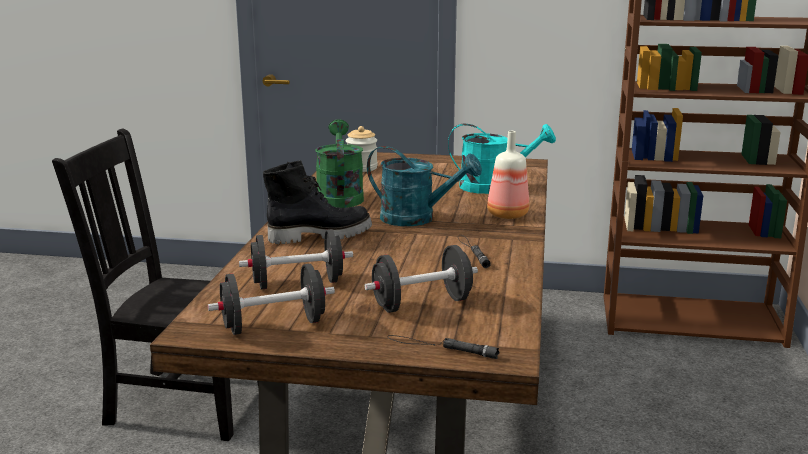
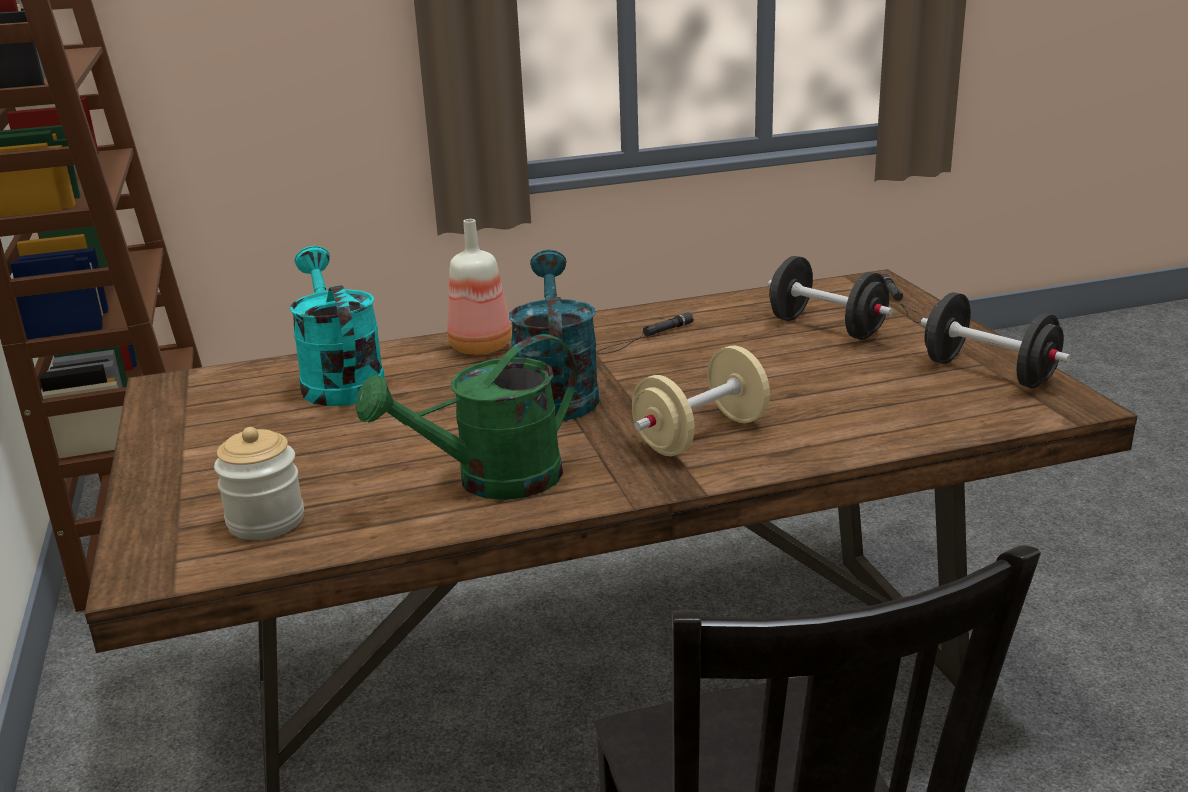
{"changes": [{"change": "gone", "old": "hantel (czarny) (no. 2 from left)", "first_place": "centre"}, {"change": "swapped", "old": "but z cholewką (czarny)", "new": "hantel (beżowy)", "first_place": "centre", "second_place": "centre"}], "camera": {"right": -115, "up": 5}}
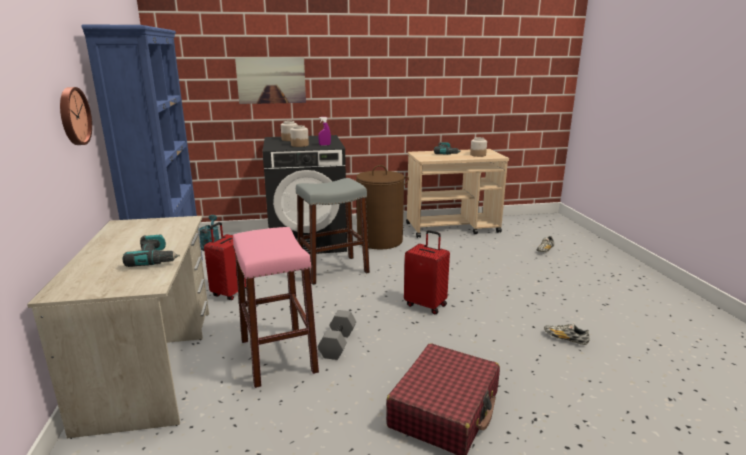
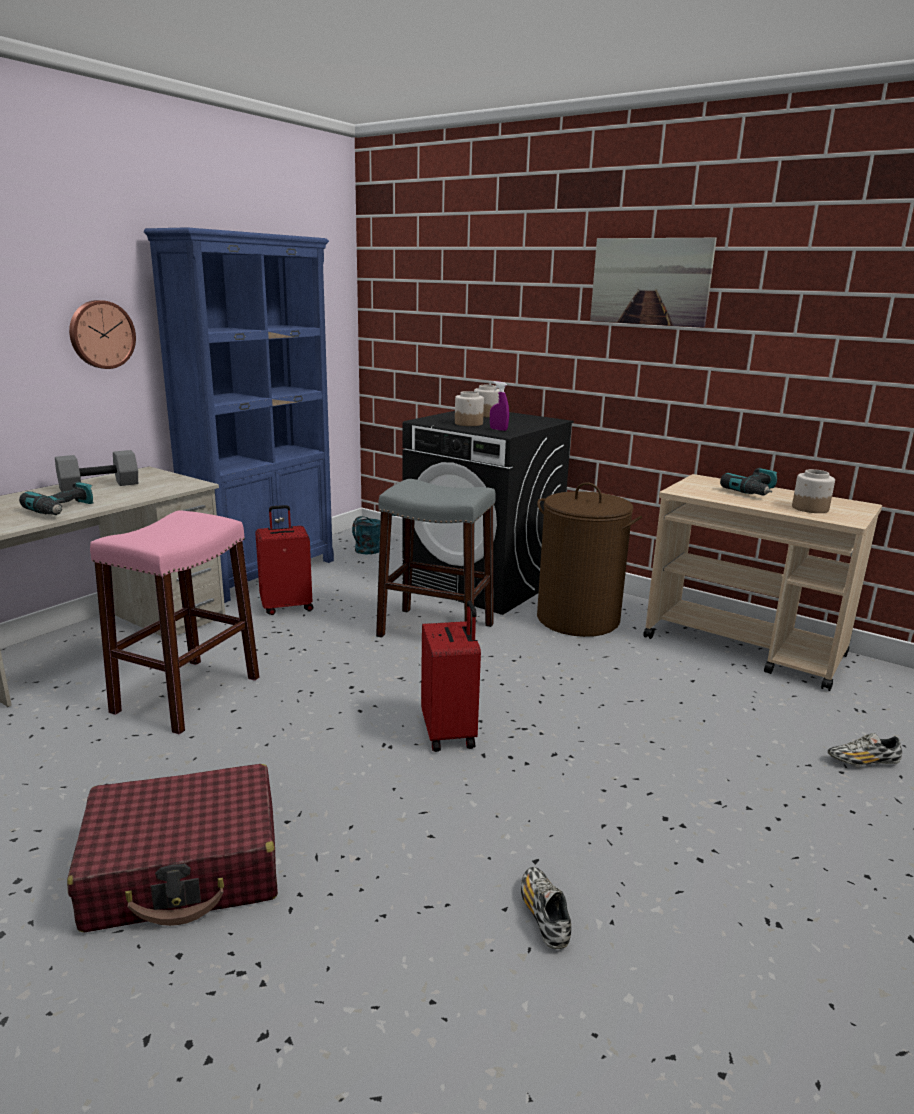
{"changes": [{"change": "shifted", "old": "obraz", "first_place": "top centre", "second_place": "top right"}, {"change": "shifted", "old": "hantel (szary)", "first_place": "bottom centre", "second_place": "middle left"}], "camera": {"right": 45, "up": 0}}
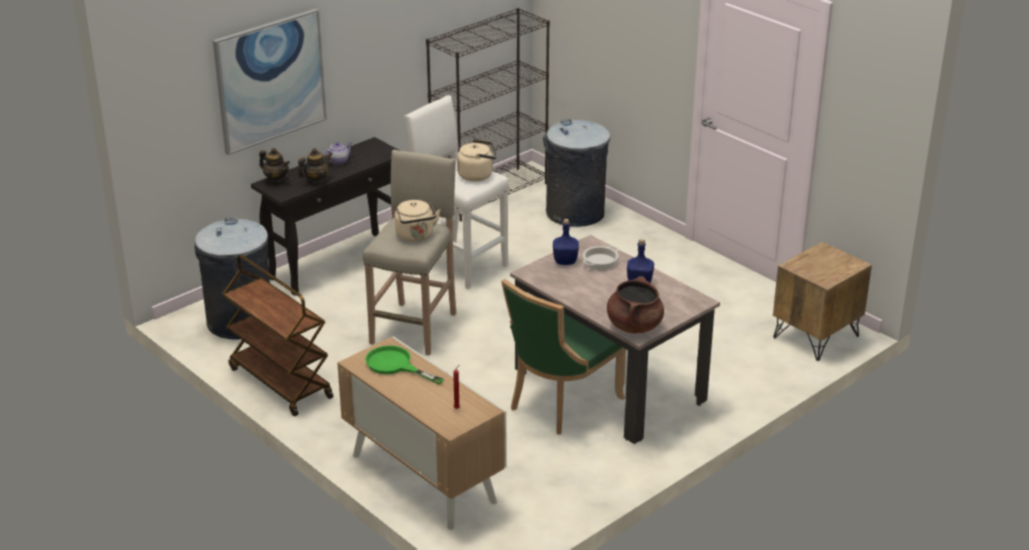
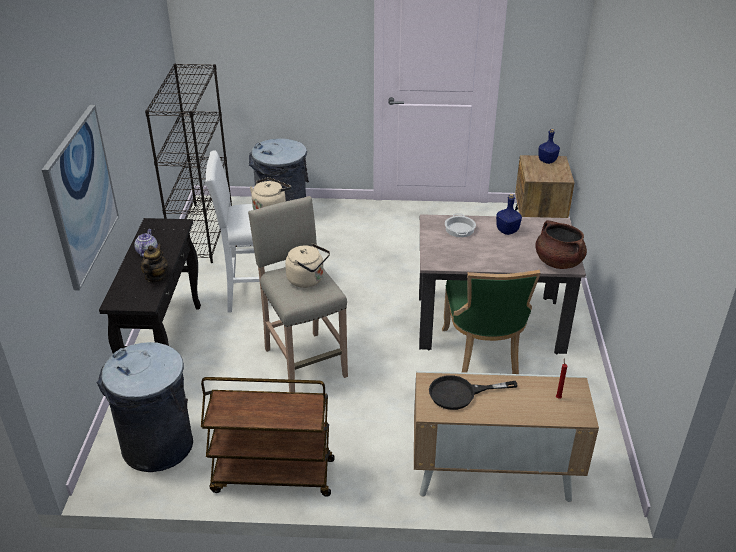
{"changes": [{"change": "gone", "old": "imbryk (no. 1 from left)", "first_place": "top left"}, {"change": "shifted", "old": "butelka (niebieski) (no. 1 from left in the first image)", "new": "butelka (niebieski) (no. 2 from left)", "first_place": "centre", "second_place": "top right"}, {"change": "repainted", "old": "patelnia (zielony)", "new": "patelnia (czarny)", "first_place": "centre", "second_place": "bottom centre"}], "camera": {"right": -45, "up": 5}}
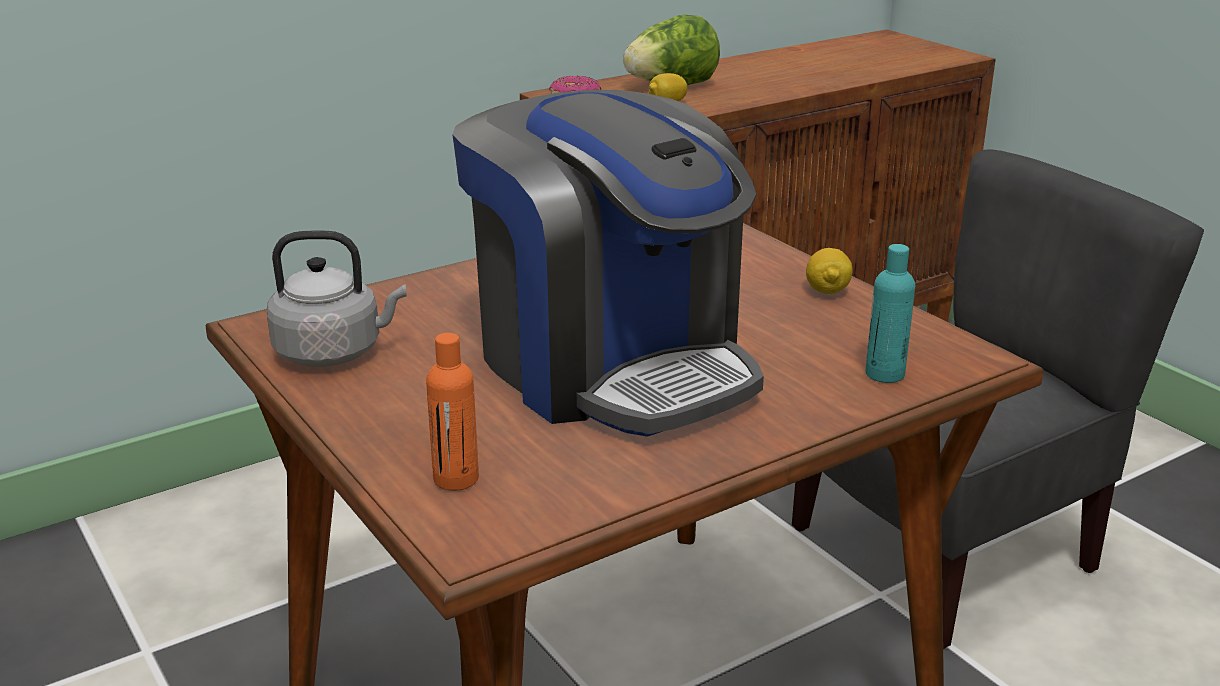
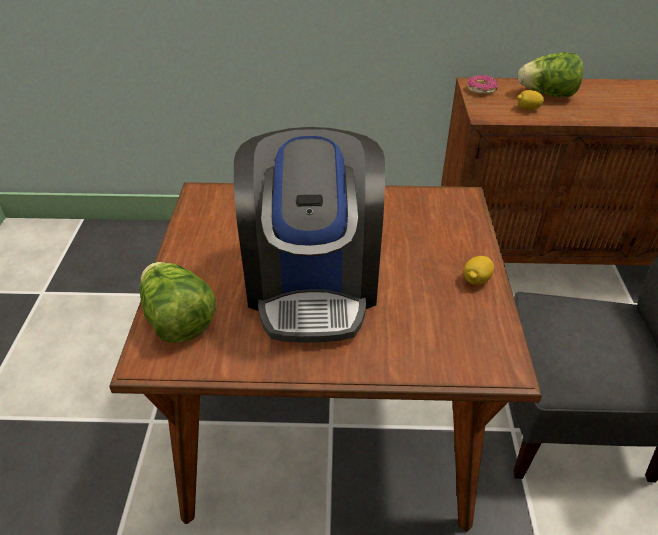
{"changes": [{"change": "gone", "old": "czajnik (szary)", "first_place": "middle left"}, {"change": "gone", "old": "butelka (turkusowy)", "first_place": "middle right"}, {"change": "swapped", "old": "butelka (pomarańczowy)", "new": "sałata (no. 1 from left)", "first_place": "centre", "second_place": "middle left"}], "camera": {"right": 35, "up": 15}}
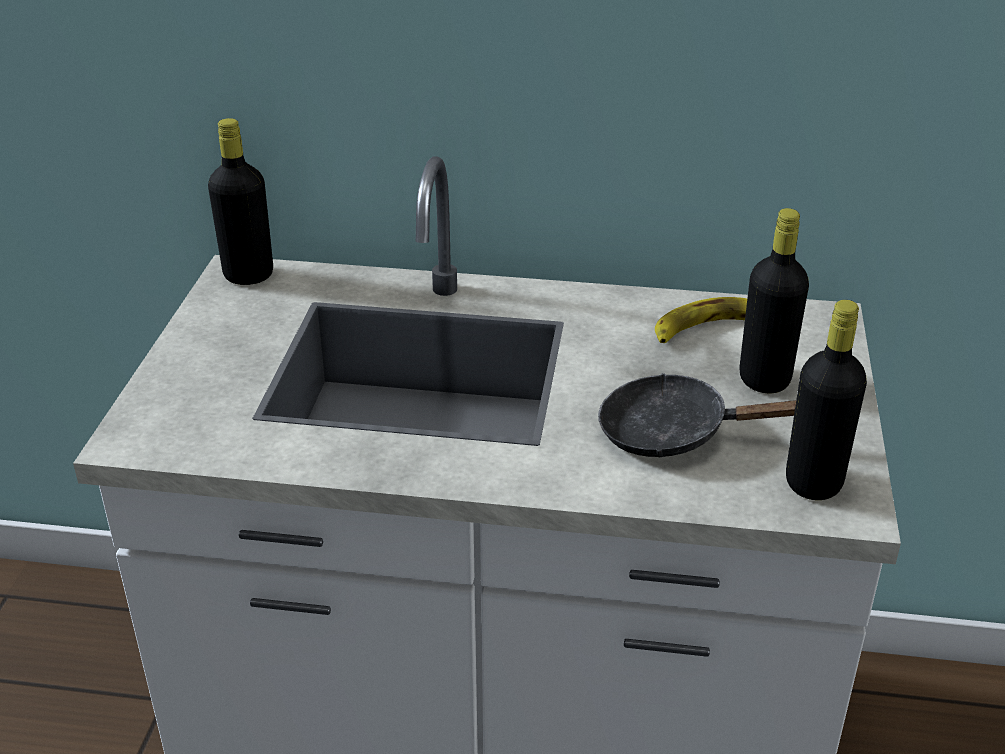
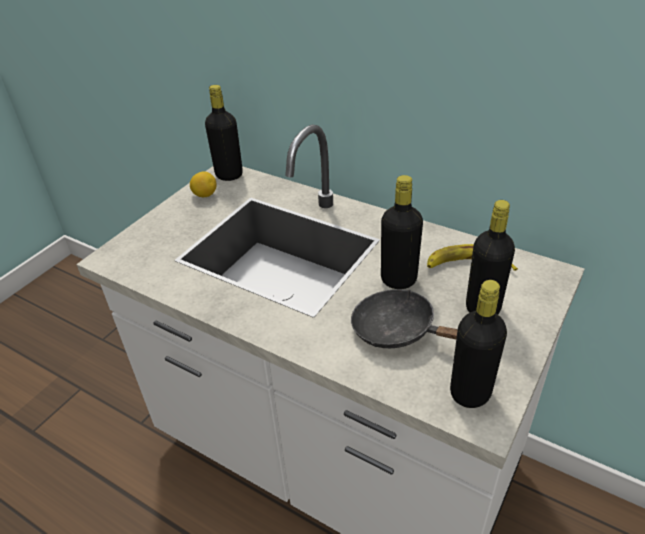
{"changes": [{"change": "new", "new": "cytryna", "second_place": "middle left"}, {"change": "new", "new": "butelka (czarny) (no. 2 from left)", "second_place": "centre"}], "camera": {"right": 25, "up": 5}}
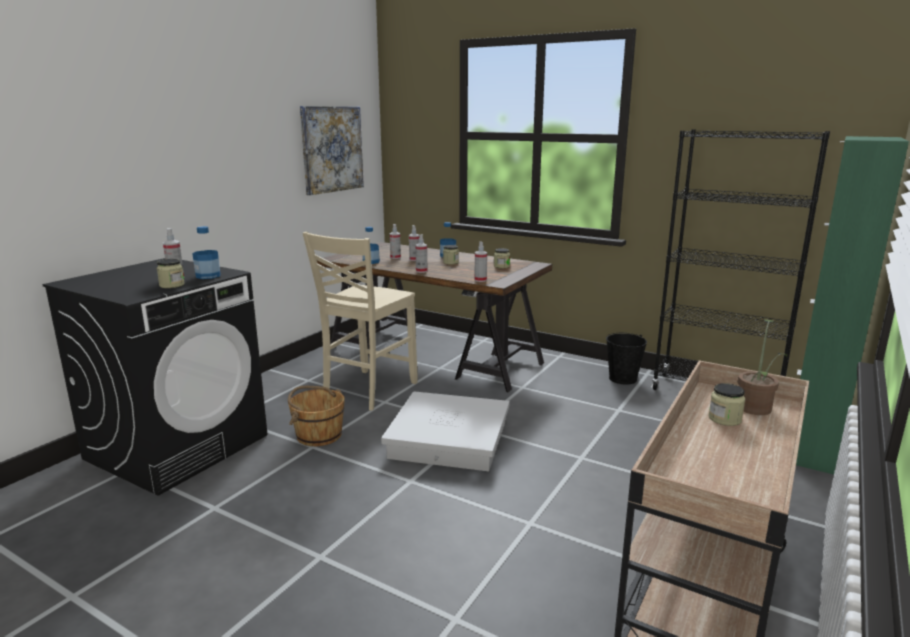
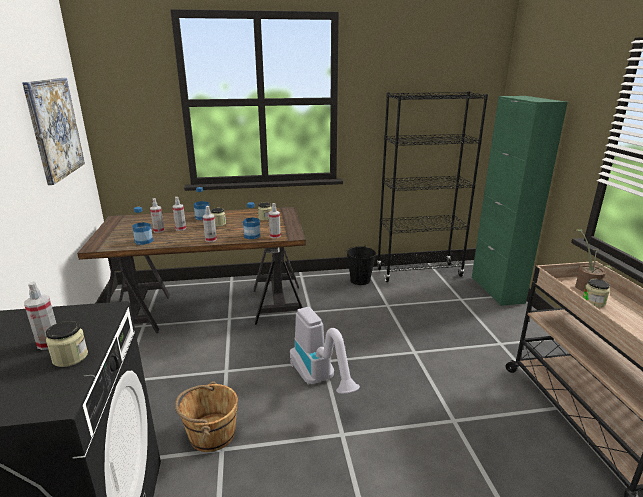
{"changes": [{"change": "gone", "old": "krzesło (beżowy)", "first_place": "centre"}, {"change": "shifted", "old": "butelka (no. 1 from left in the first image)", "new": "butelka (no. 3 from left)", "first_place": "middle left", "second_place": "centre"}, {"change": "swapped", "old": "pojemnik do przechowywania (biały)", "new": "odkurzacz", "first_place": "bottom centre", "second_place": "bottom centre"}], "camera": {"right": -40, "up": 5}}
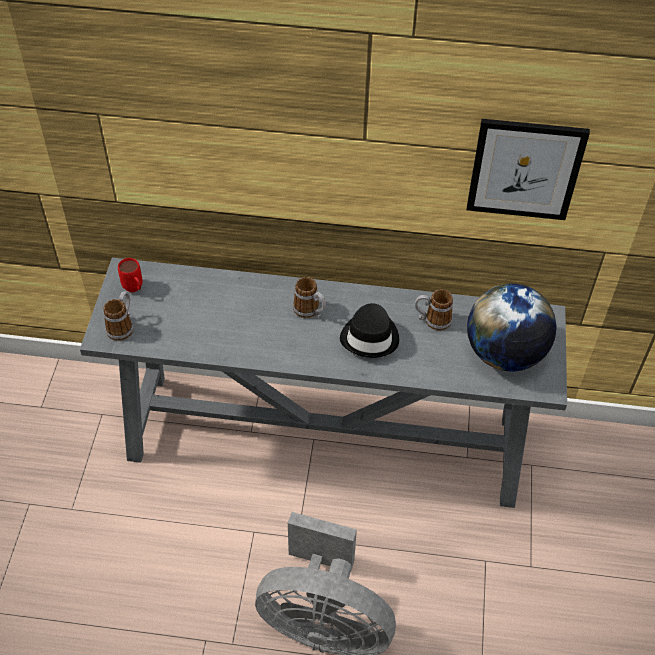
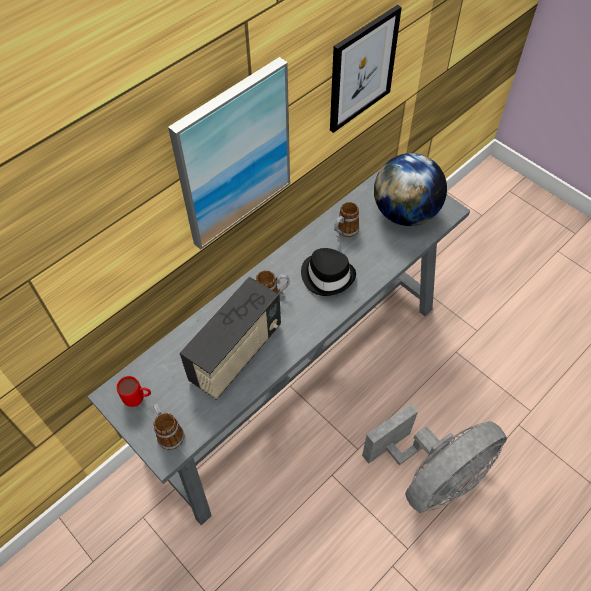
{"changes": [{"change": "new", "new": "obraz (no. 1 from left)", "second_place": "top centre"}, {"change": "new", "new": "radio", "second_place": "centre"}], "camera": {"right": -50, "up": 5}}
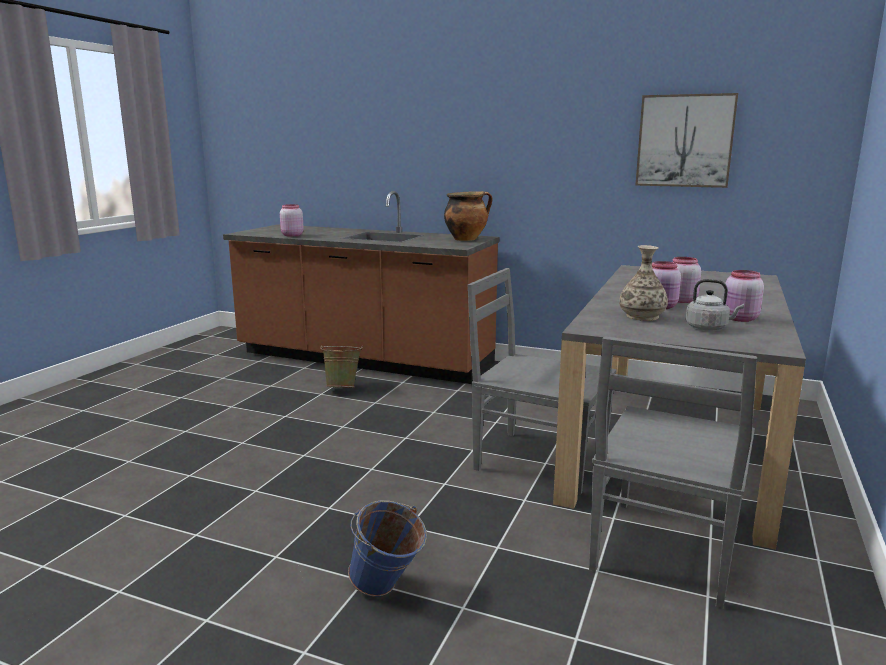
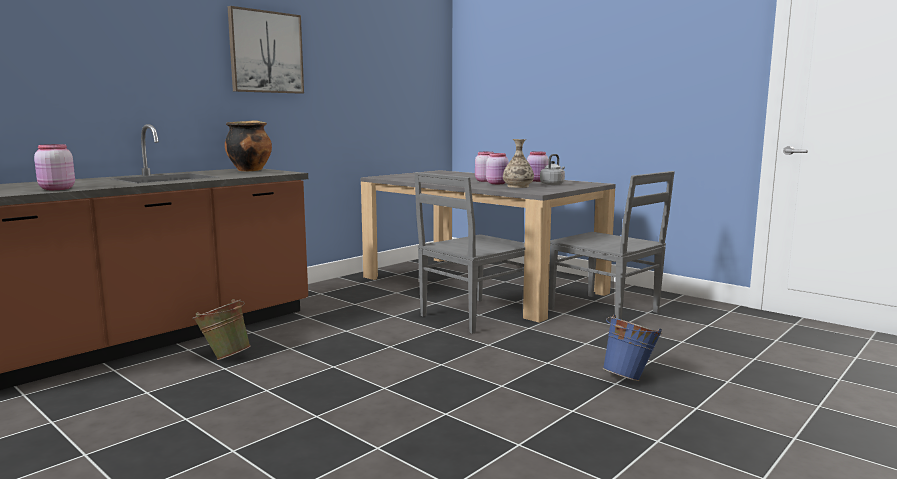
{"changes": [{"change": "shifted", "old": "obraz", "first_place": "top right", "second_place": "top left"}], "camera": {"right": -70, "up": -5}}
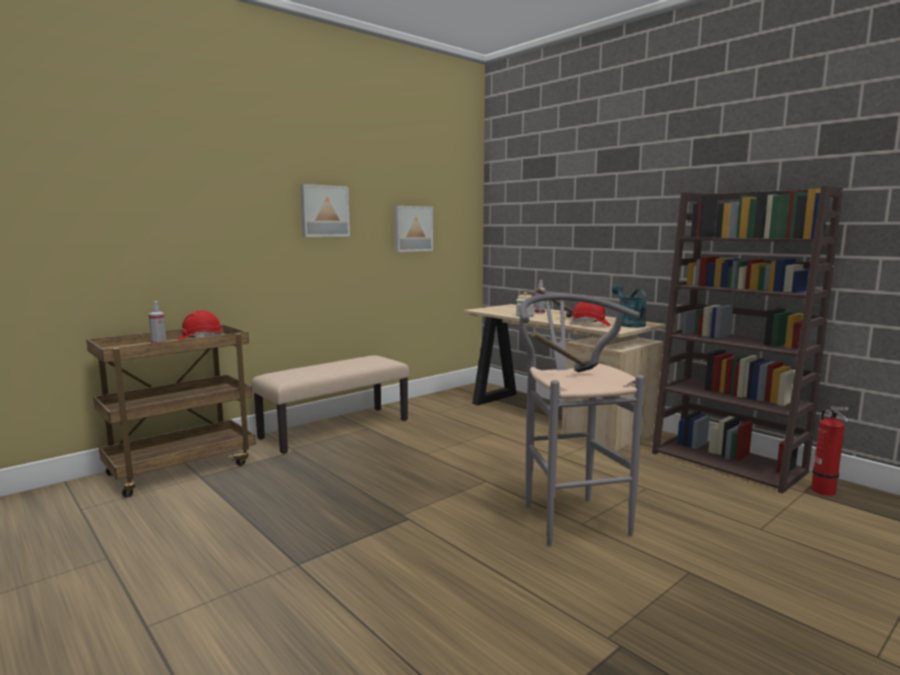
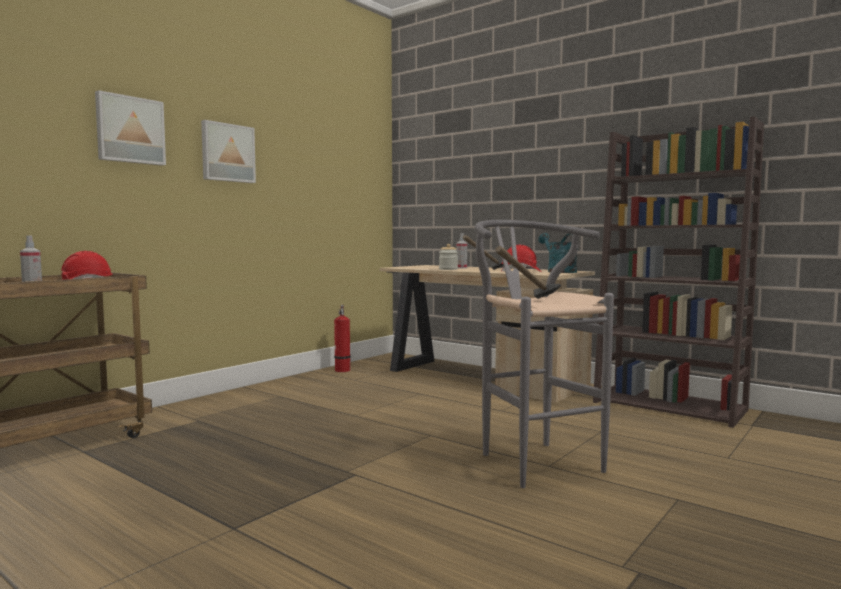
{"changes": [{"change": "gone", "old": "ławka (beżowy)", "first_place": "centre"}, {"change": "shifted", "old": "obraz (no. 2 from left in the first image)", "new": "obraz (no. 1 from left)", "first_place": "centre", "second_place": "top left"}, {"change": "shifted", "old": "gaśnica", "first_place": "bottom right", "second_place": "centre"}], "camera": {"right": -10, "up": -5}}
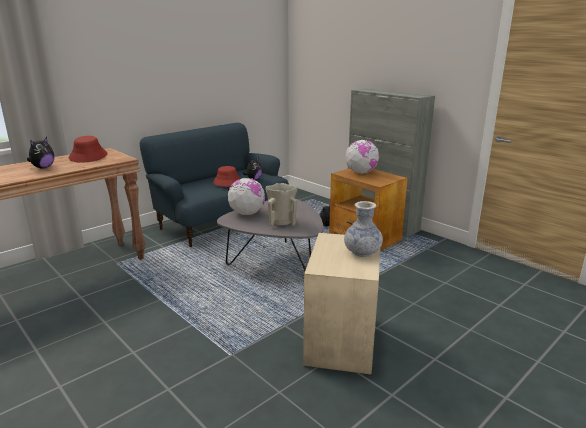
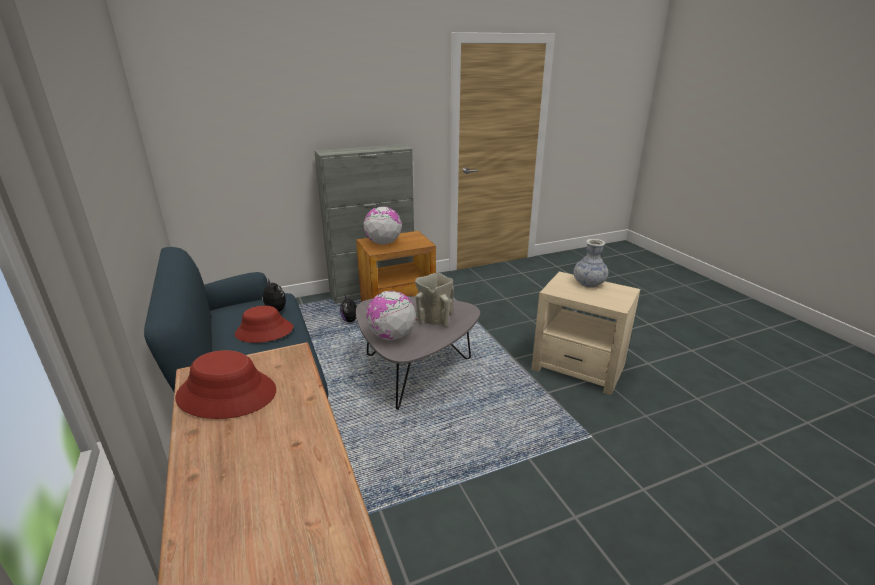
{"changes": [{"change": "gone", "old": "pluszak (no. 1 from left)", "first_place": "middle left"}], "camera": {"right": -70, "up": 5}}
